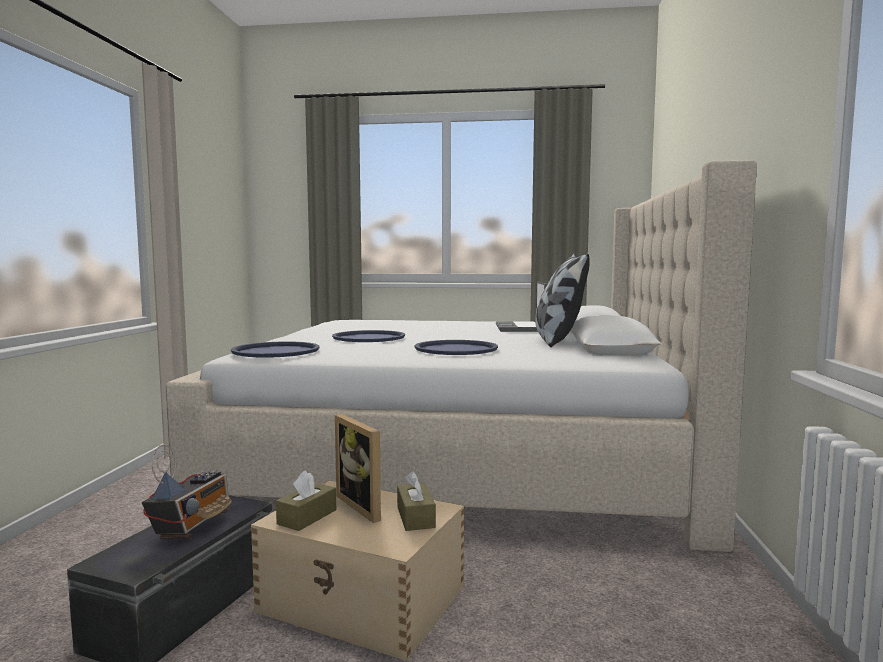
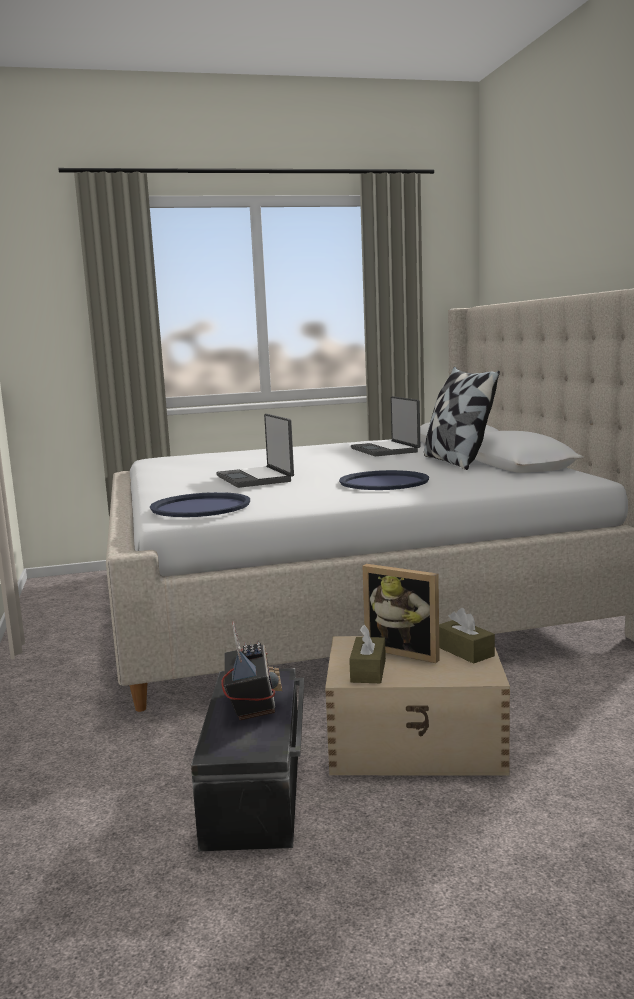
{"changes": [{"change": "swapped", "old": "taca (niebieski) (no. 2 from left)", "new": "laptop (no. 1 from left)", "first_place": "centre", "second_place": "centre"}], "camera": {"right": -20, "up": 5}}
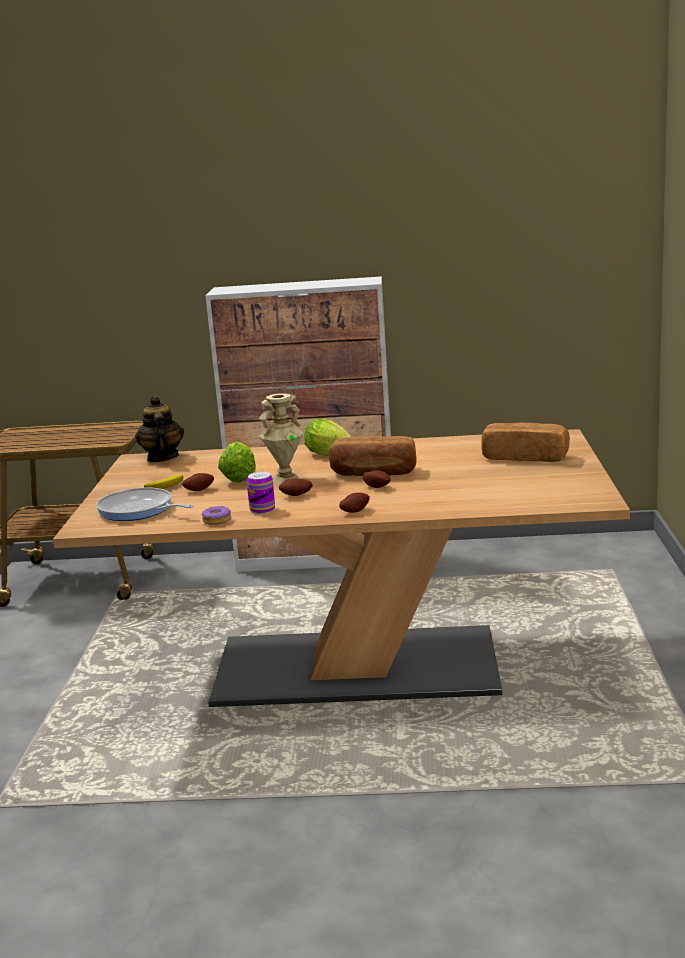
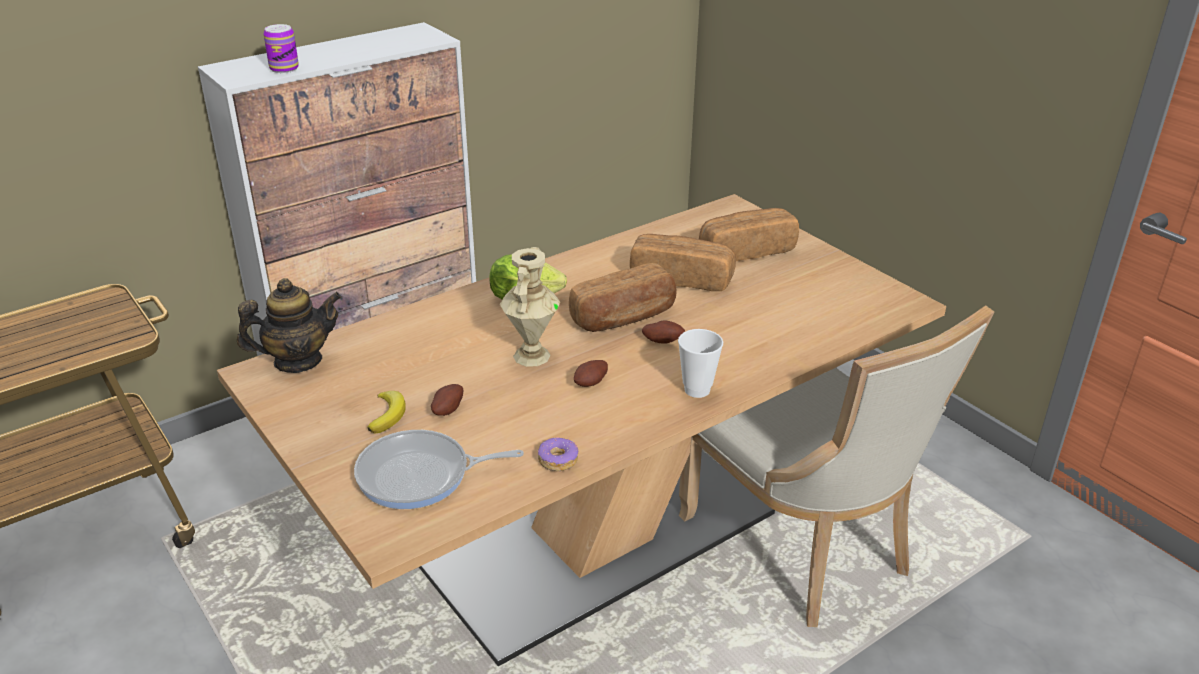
{"changes": [{"change": "gone", "old": "sałata (no. 1 from left)", "first_place": "centre"}, {"change": "new", "new": "chleb (no. 2 from left)", "second_place": "centre"}, {"change": "new", "new": "krzesło (beżowy)", "second_place": "bottom right"}, {"change": "shifted", "old": "puszka", "first_place": "centre", "second_place": "top left"}, {"change": "swapped", "old": "ziemniak (no. 3 from left)", "new": "filiżanka", "first_place": "centre", "second_place": "centre"}, {"change": "rotated", "old": "imbryk", "first_place": "middle left", "second_place": "middle left", "degrees": 120}], "camera": {"right": -40, "up": 15}}
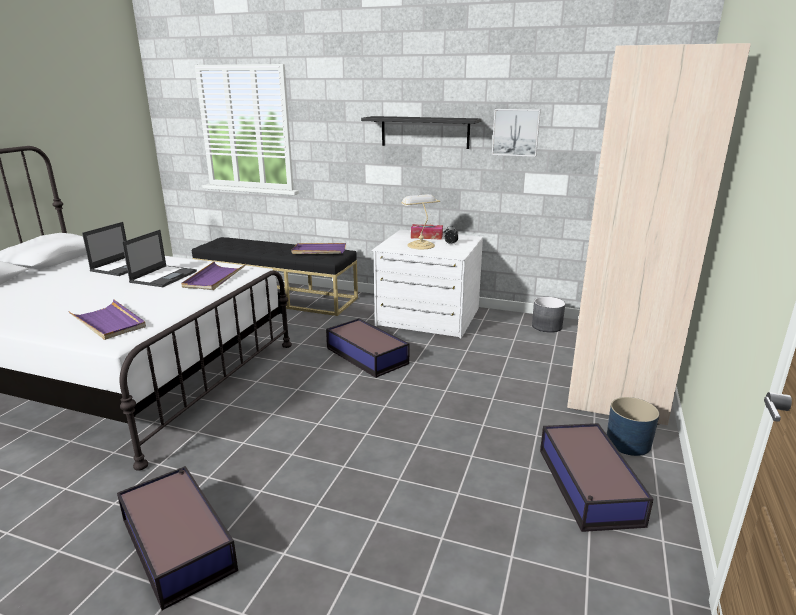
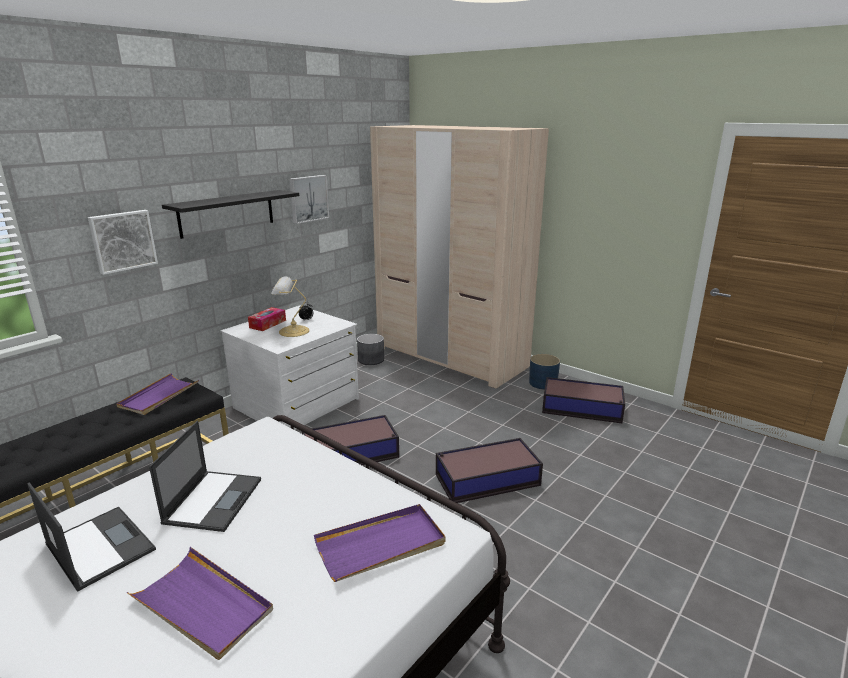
{"changes": [{"change": "new", "new": "obraz (no. 1 from left)", "second_place": "middle left"}, {"change": "shifted", "old": "pojemnik do przechowywania (no. 1 from left in the first image)", "new": "pojemnik do przechowywania (no. 2 from left)", "first_place": "bottom left", "second_place": "bottom centre"}, {"change": "shifted", "old": "taca (fioletowy) (no. 2 from left)", "first_place": "middle left", "second_place": "bottom left"}, {"change": "rotated", "old": "laptop (no. 2 from left)", "first_place": "middle left", "second_place": "bottom left", "degrees": 60}], "camera": {"right": -70, "up": 0}}
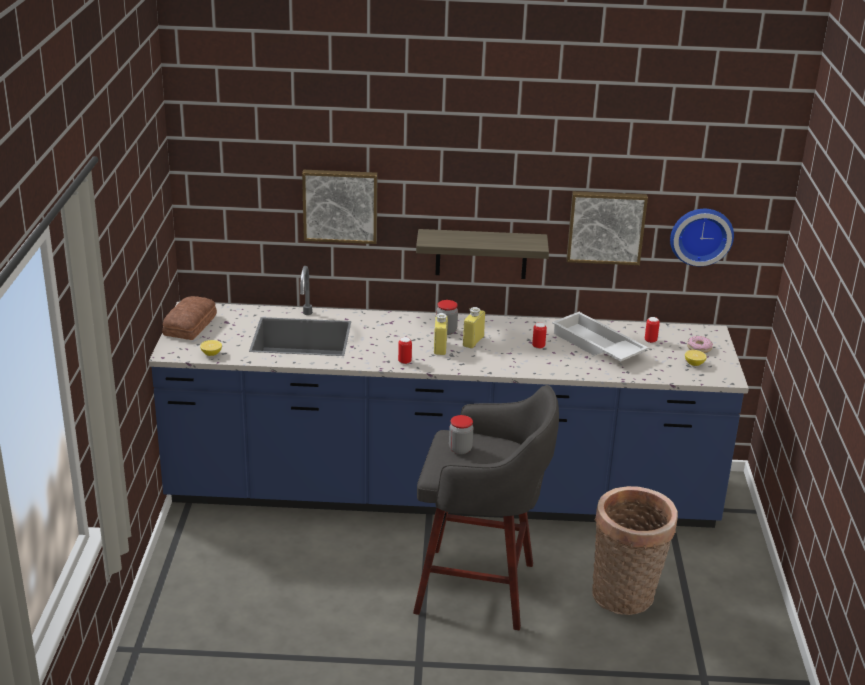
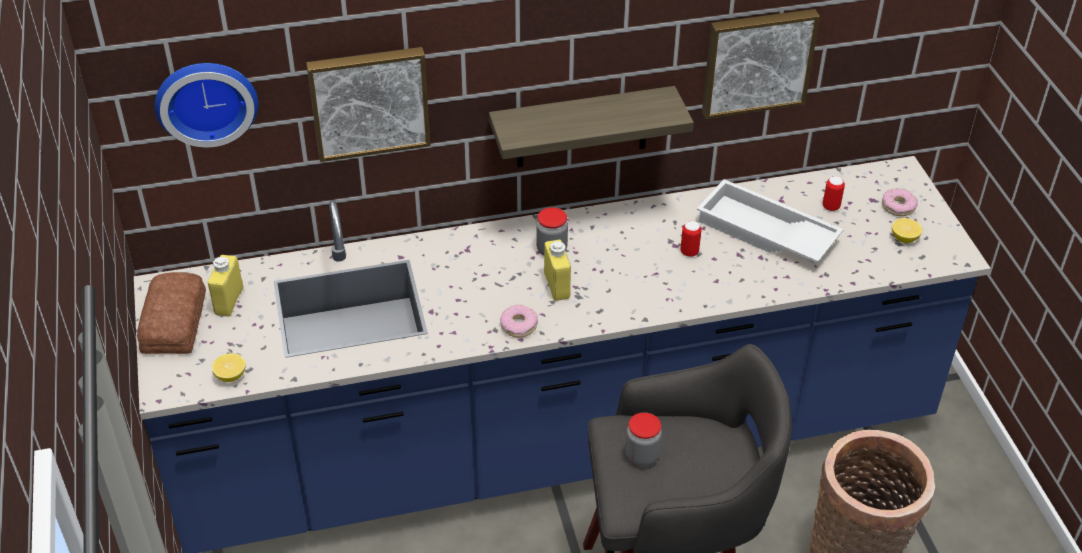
{"changes": [{"change": "shifted", "old": "butelka (żółty) (no. 2 from left in the first image)", "new": "butelka (żółty) (no. 1 from left)", "first_place": "centre", "second_place": "middle left"}, {"change": "shifted", "old": "zegar ścienny", "first_place": "middle right", "second_place": "top left"}, {"change": "swapped", "old": "puszka (no. 1 from left)", "new": "donut (no. 1 from left)", "first_place": "centre", "second_place": "centre"}], "camera": {"right": -15, "up": 15}}
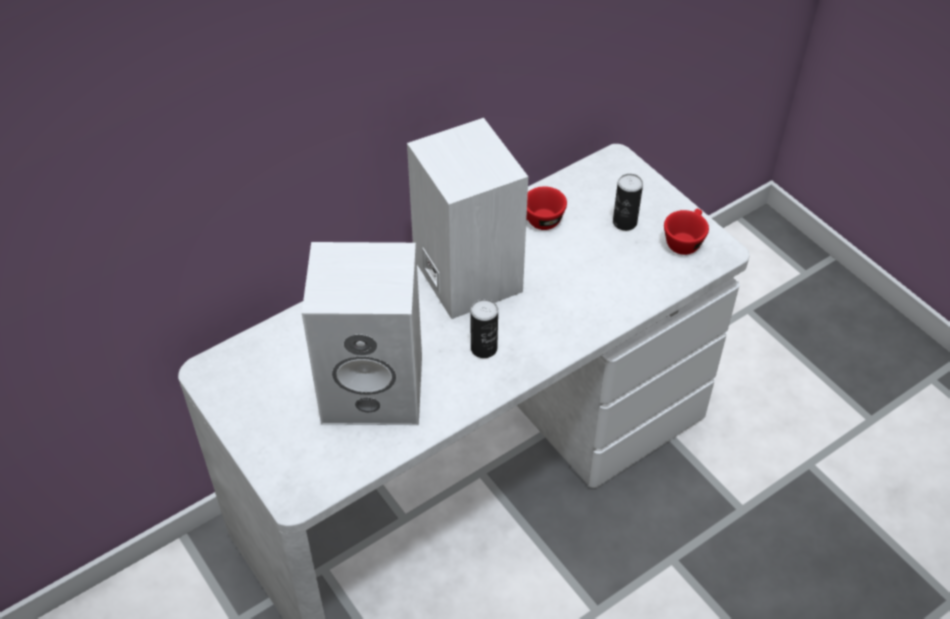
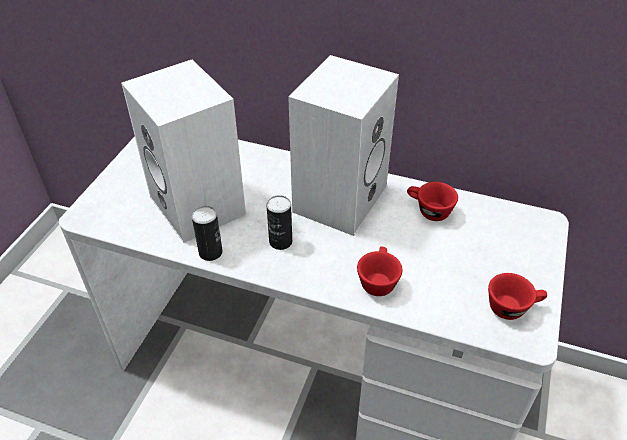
{"changes": [{"change": "new", "new": "filiżanka (czerwony) (no. 1 from left)", "second_place": "centre"}, {"change": "shifted", "old": "puszka (no. 2 from left in the first image)", "new": "puszka (no. 1 from left)", "first_place": "top centre", "second_place": "middle left"}], "camera": {"right": 55, "up": -5}}
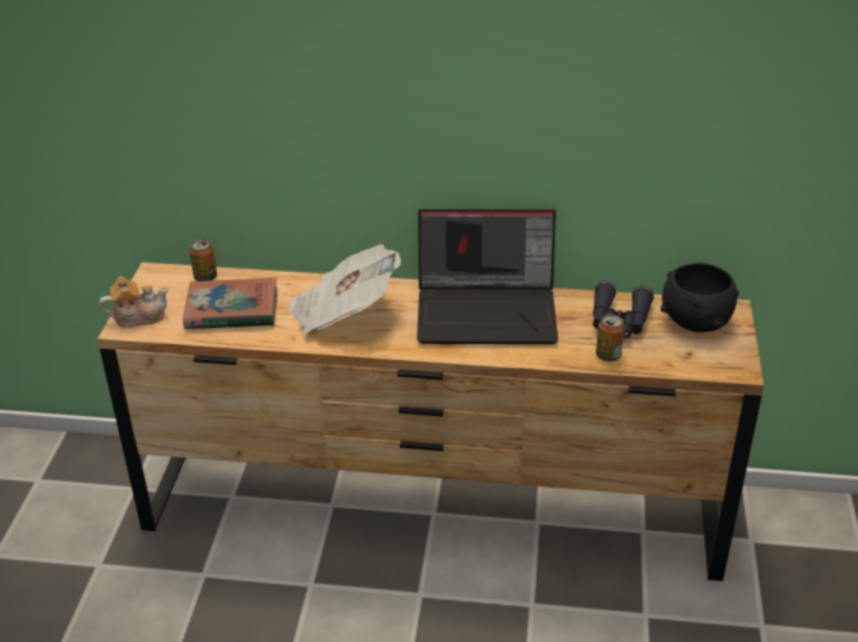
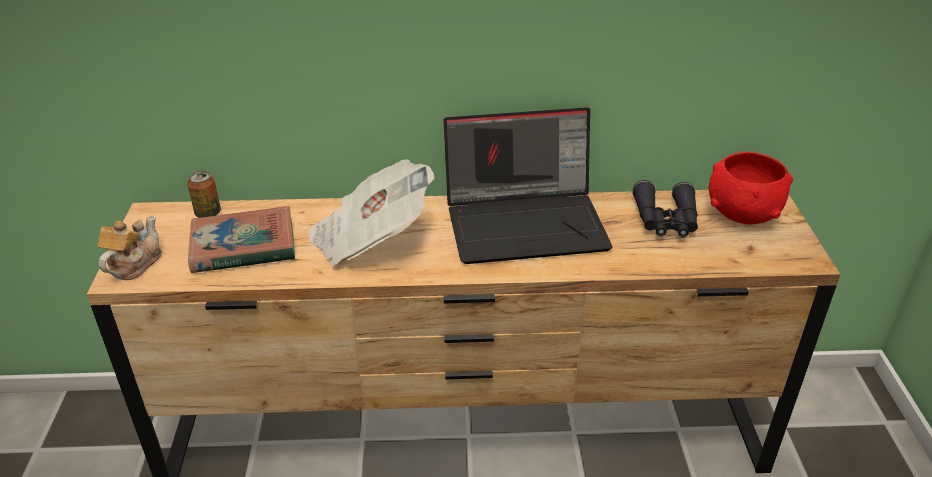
{"changes": [{"change": "gone", "old": "puszka (no. 2 from left)", "first_place": "middle right"}, {"change": "repainted", "old": "miska (czarny)", "new": "miska (czerwony)", "first_place": "middle right", "second_place": "middle right"}, {"change": "rotated", "old": "imbryk", "first_place": "middle left", "second_place": "middle left", "degrees": -45}], "camera": {"right": -10, "up": 0}}
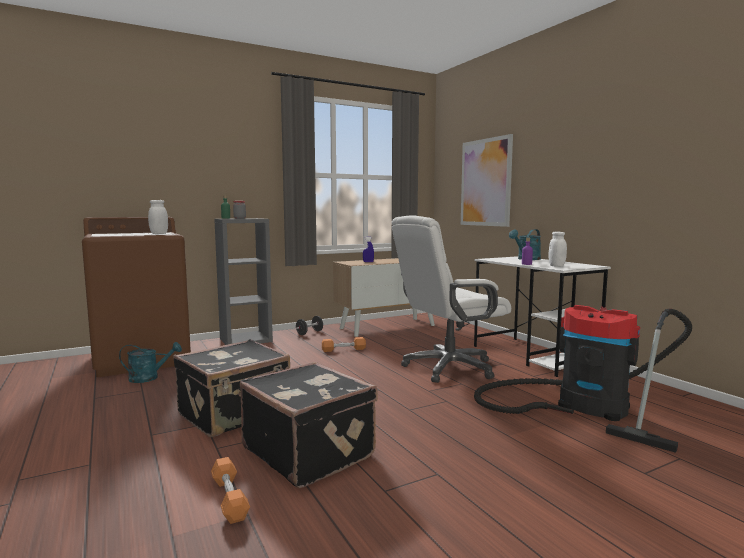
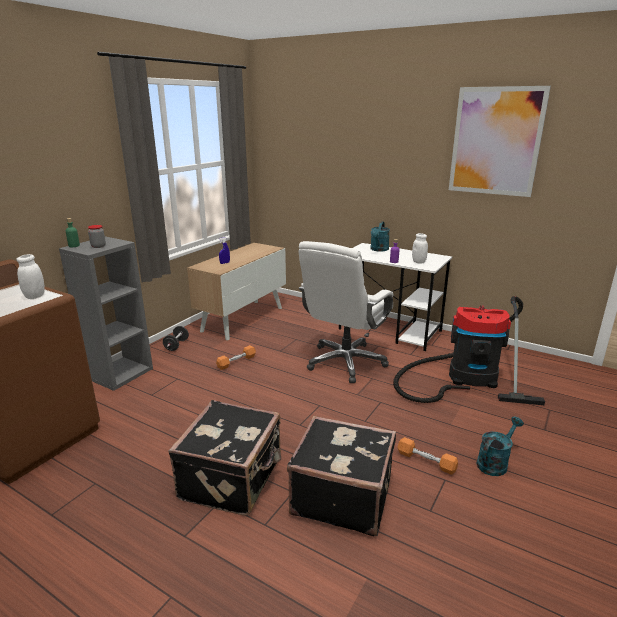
{"changes": [{"change": "shifted", "old": "konewka (turkusowy) (no. 1 from left in the first image)", "new": "konewka (turkusowy) (no. 2 from left)", "first_place": "middle left", "second_place": "bottom right"}, {"change": "shifted", "old": "hantel (pomarańczowy) (no. 1 from left in the first image)", "new": "hantel (pomarańczowy) (no. 2 from left)", "first_place": "bottom left", "second_place": "bottom right"}, {"change": "shifted", "old": "obraz", "first_place": "top centre", "second_place": "top right"}], "camera": {"right": -30, "up": 15}}
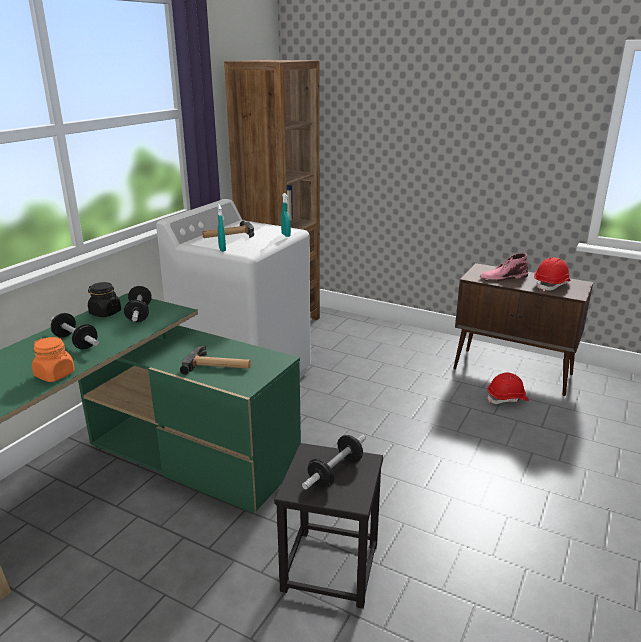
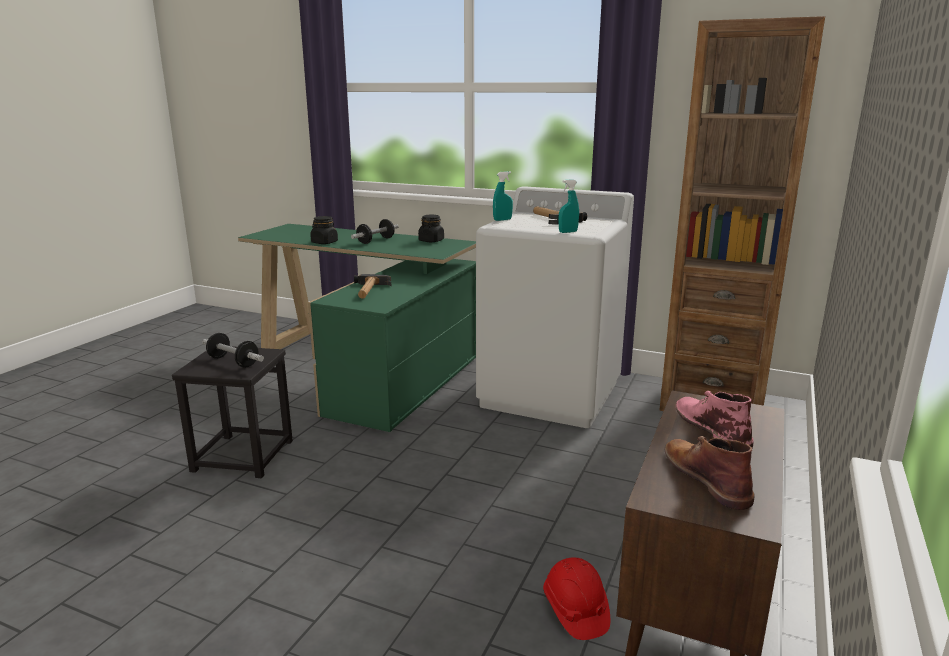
{"changes": [{"change": "gone", "old": "hantel (no. 2 from left)", "first_place": "middle left"}, {"change": "swapped", "old": "kask (czerwony) (no. 2 from left)", "new": "but z cholewką (brązowy)", "first_place": "middle right", "second_place": "bottom right"}, {"change": "repainted", "old": "słoik (pomarańczowy)", "new": "słoik (czarny) (no. 1 from left)", "first_place": "middle left", "second_place": "centre"}], "camera": {"right": 85, "up": -5}}
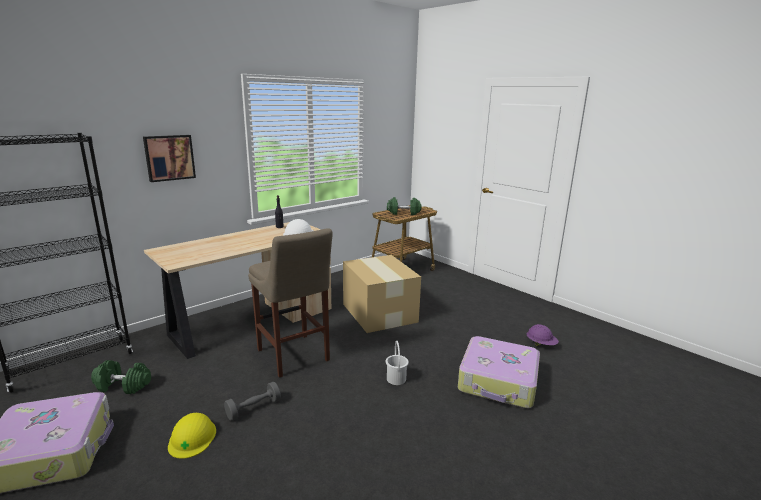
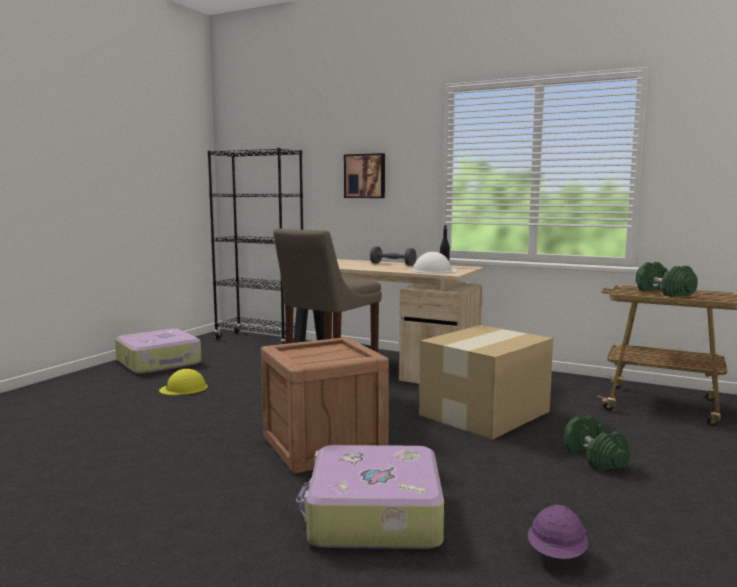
{"changes": [{"change": "shifted", "old": "hantel (zielony) (no. 1 from left)", "first_place": "bottom left", "second_place": "bottom right"}, {"change": "shifted", "old": "hantel (szary)", "first_place": "bottom left", "second_place": "centre"}, {"change": "swapped", "old": "wiadro (biały)", "new": "skrzynka", "first_place": "bottom centre", "second_place": "bottom centre"}], "camera": {"right": 70, "up": -10}}
